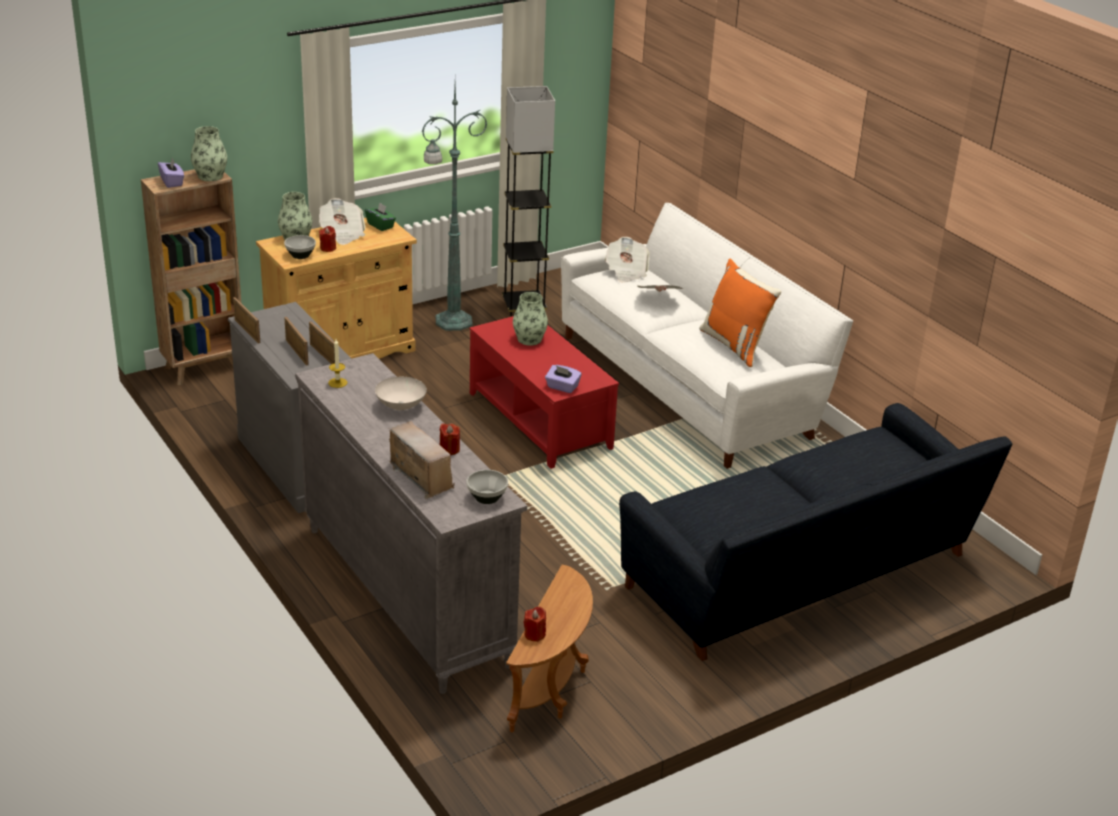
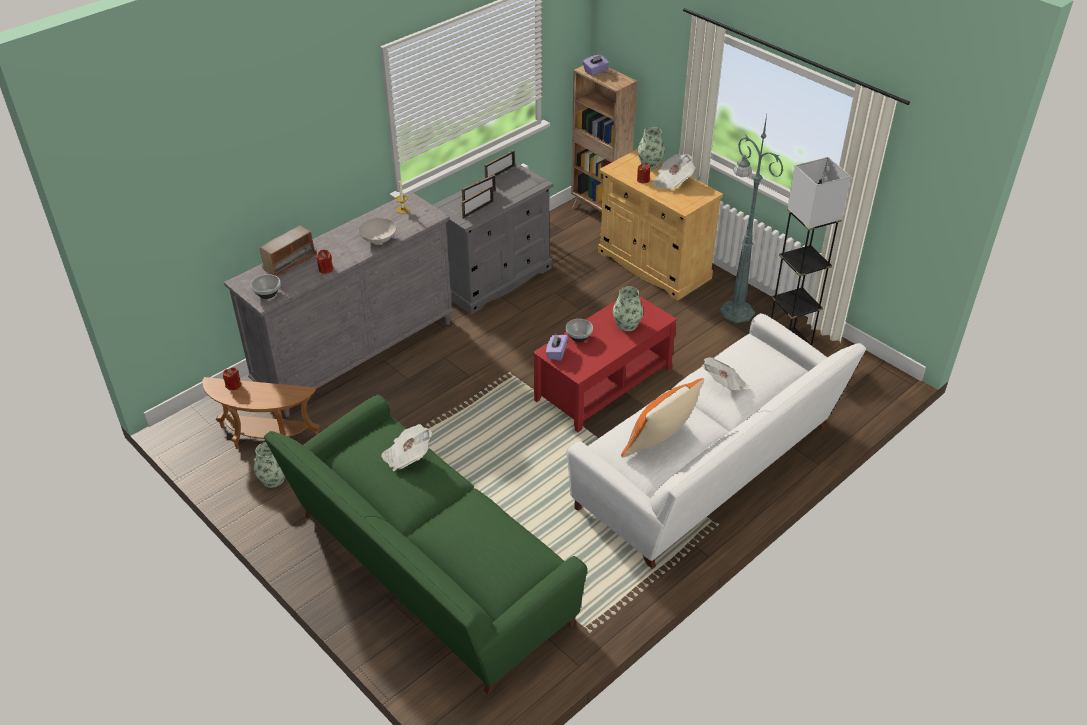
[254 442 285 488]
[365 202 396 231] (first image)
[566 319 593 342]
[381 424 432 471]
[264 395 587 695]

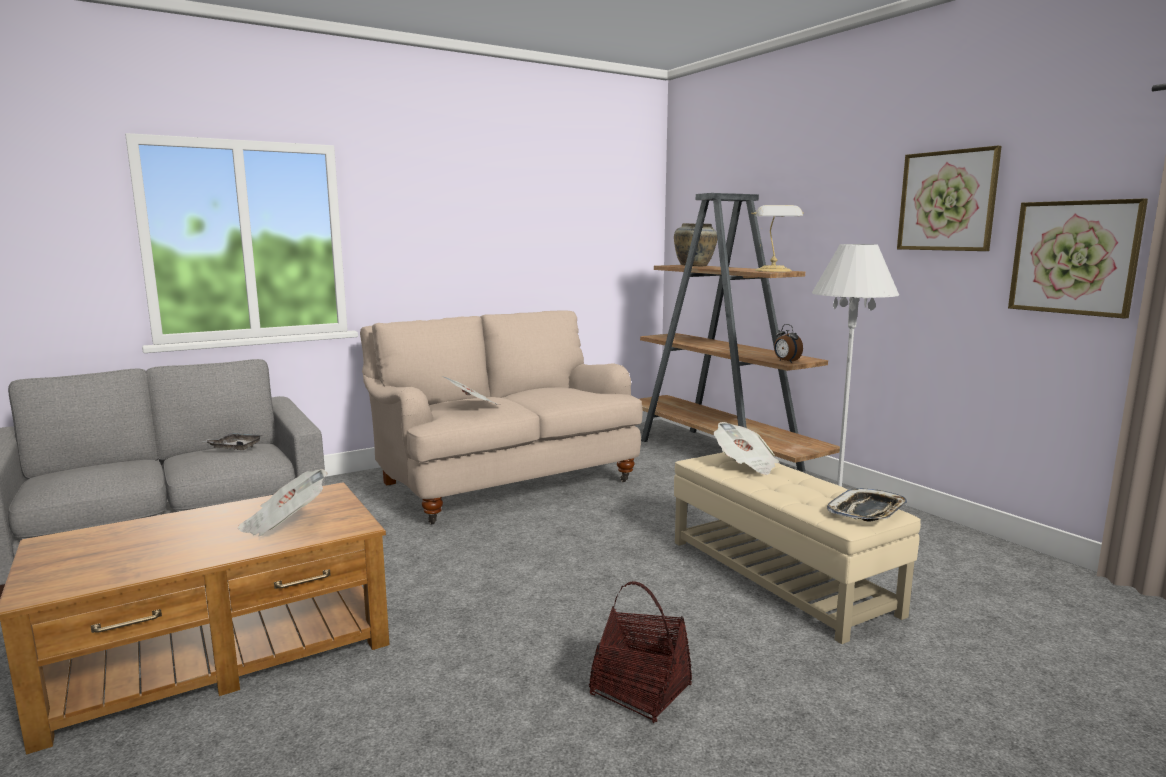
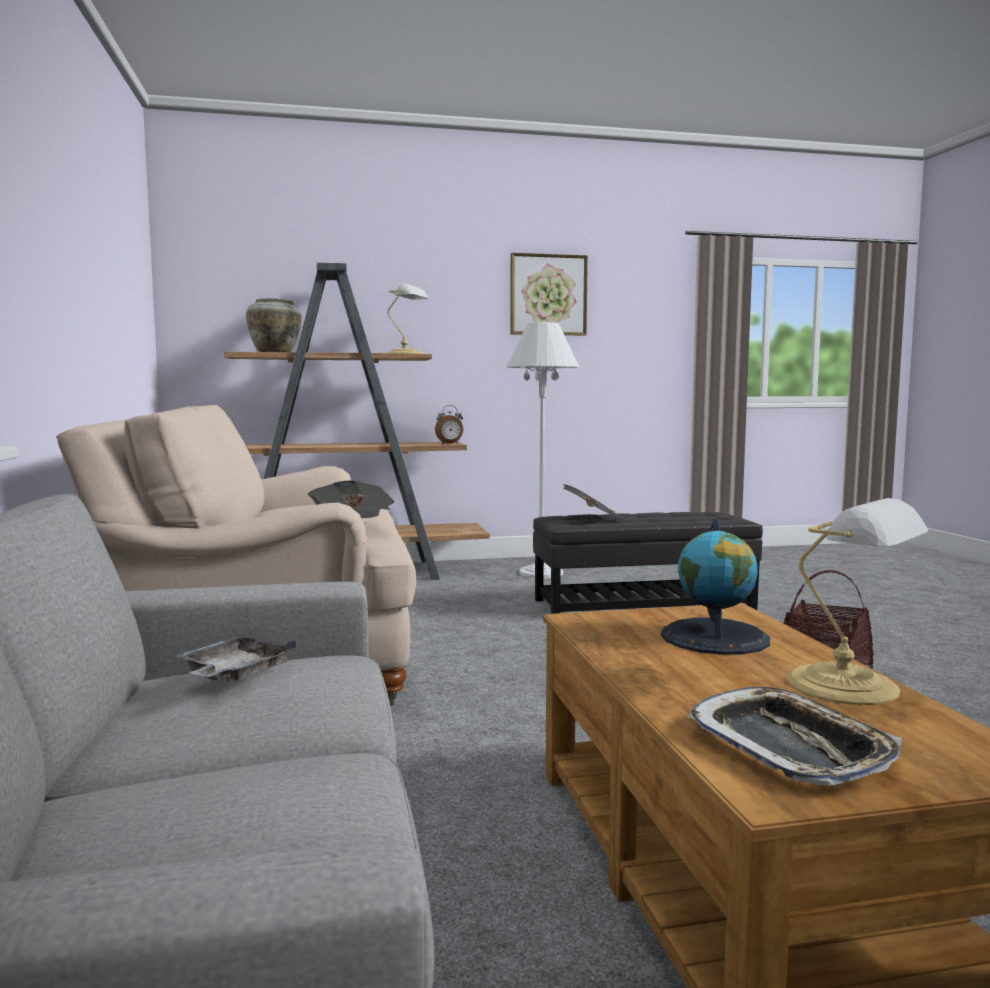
[1008 198 1148 319] (first image)
[533 512 763 614]
[661 518 770 655]
[687 687 901 786]
[787 498 928 705]

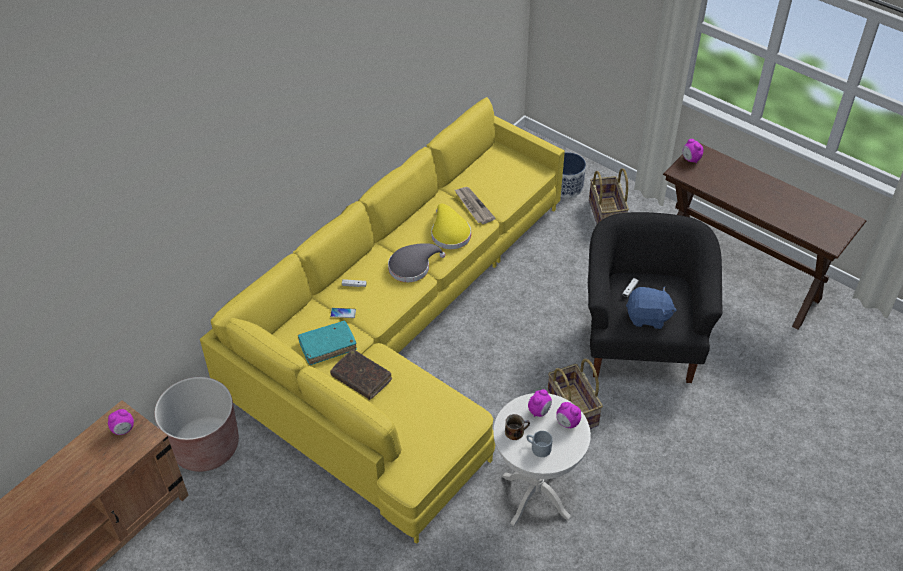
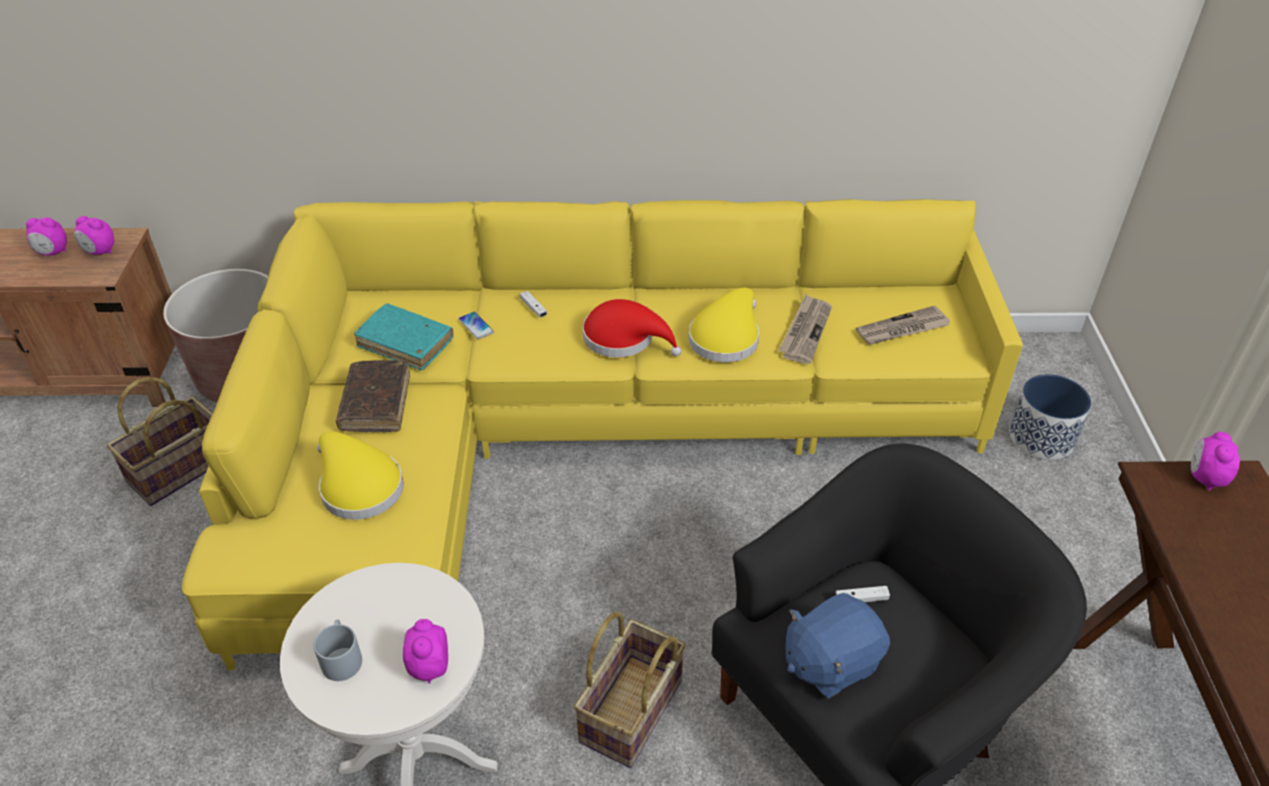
[107 377 213 506]
[583 299 681 358]
[786 593 890 699]
[26 218 67 256]
[505 414 530 440] (first image)
[856 305 950 345]
[317 431 404 520]

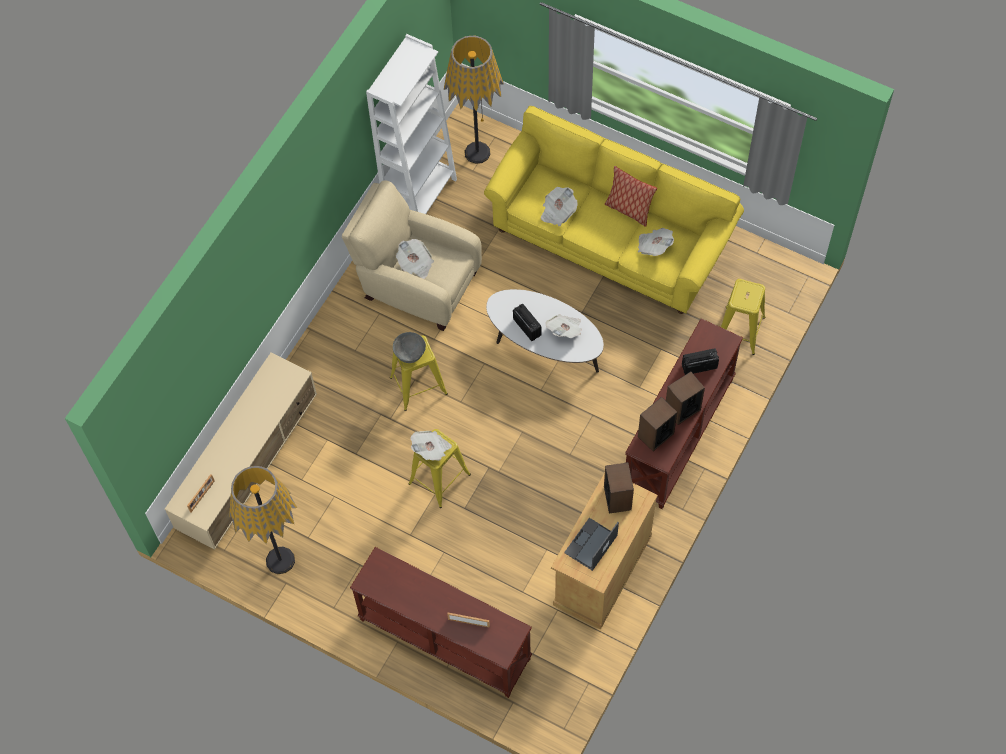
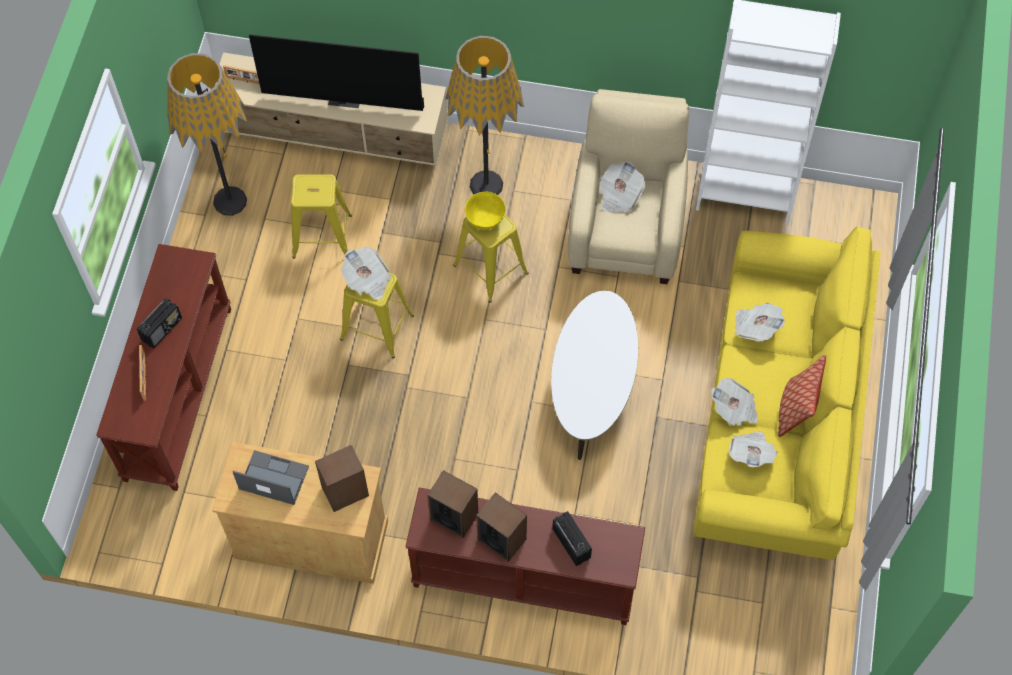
[445 36 524 195]
[291 174 352 258]
[137 298 182 349]
[712 378 758 426]
[465 192 506 230]
[249 34 424 111]

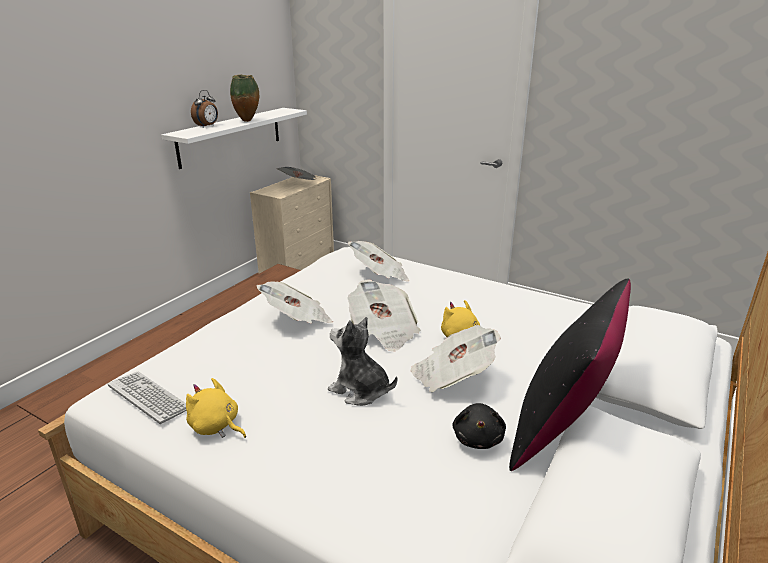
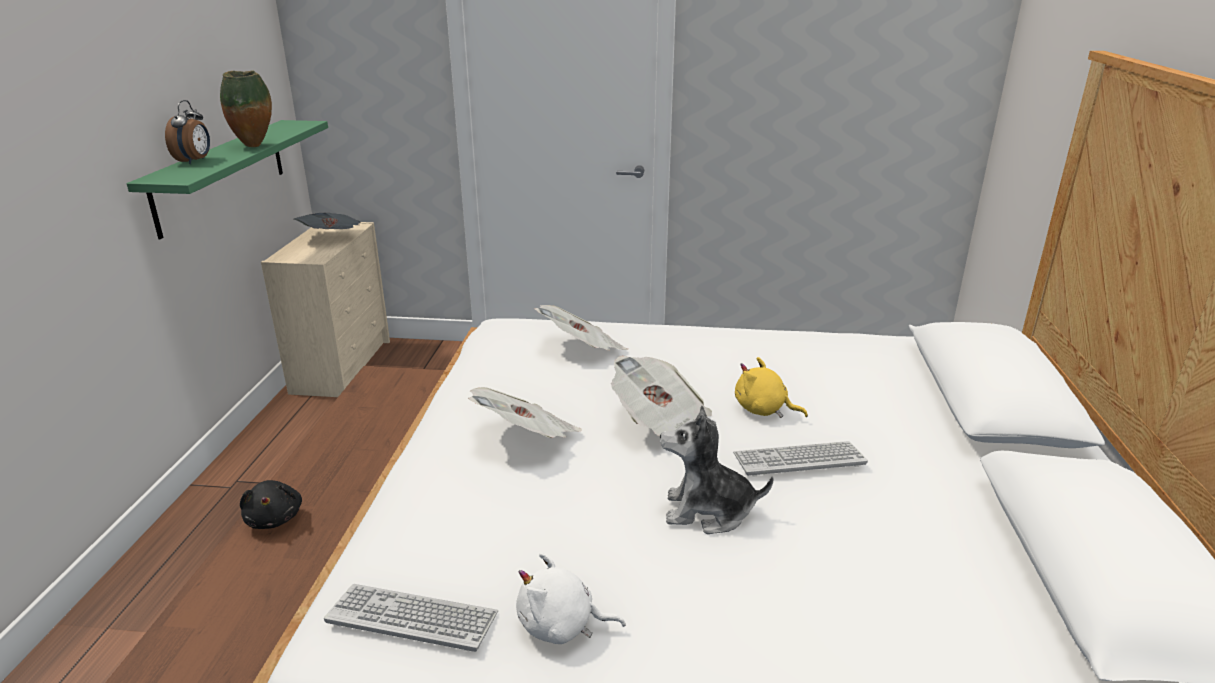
[127 120 328 239]
[509 278 631 471] (first image)
[733 441 868 477]
[516 553 626 644]
[240 480 302 529]

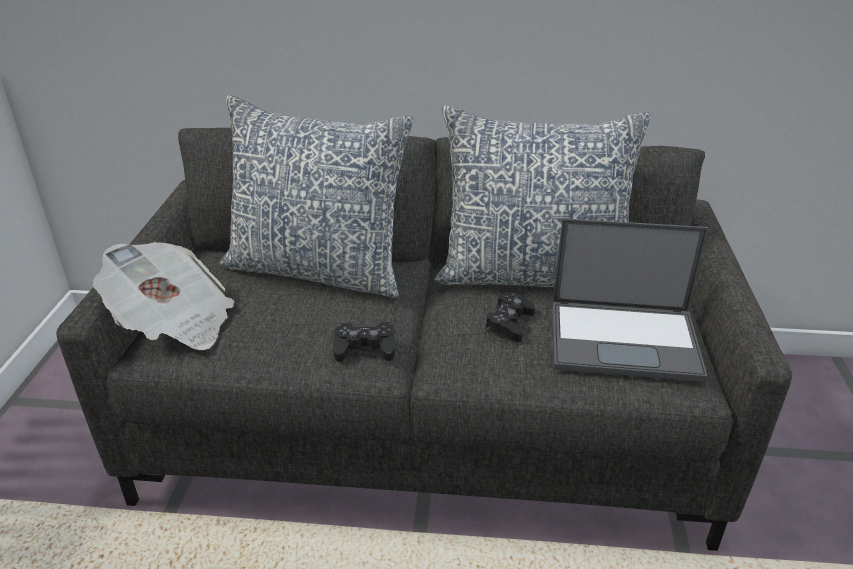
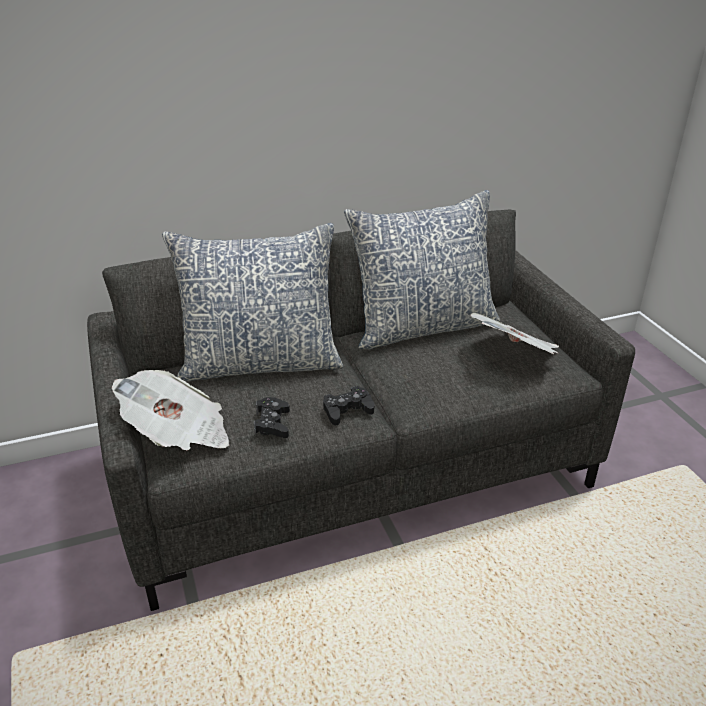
[470 313 559 355]
[254 397 290 438]

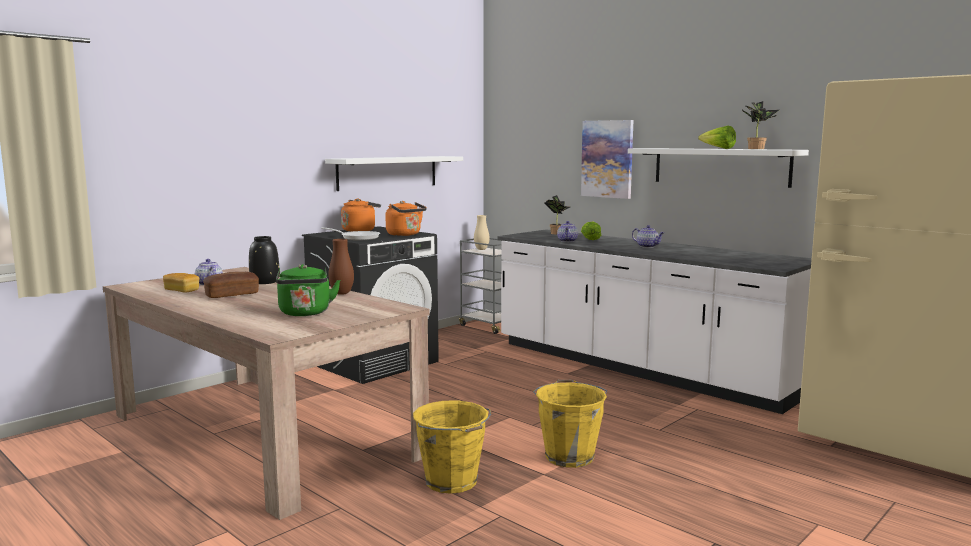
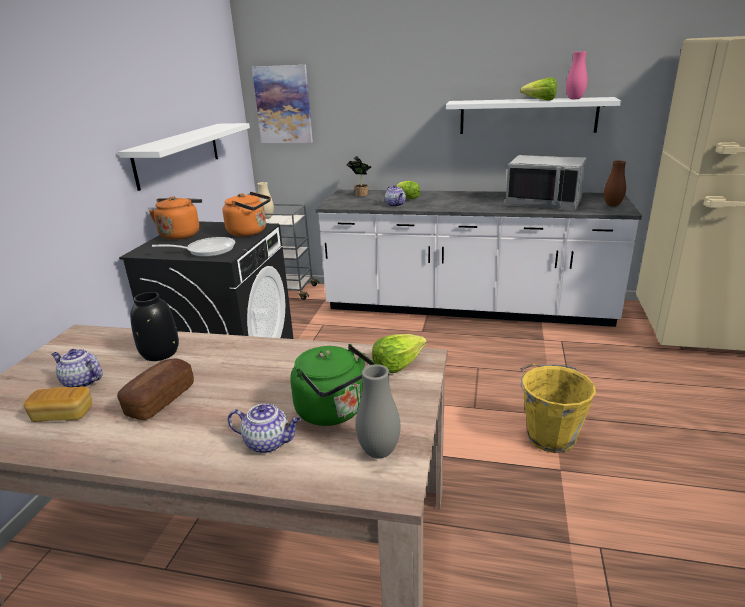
[566 51 588 99]
[252 65 313 143]
[228 403 301 453]
[604 161 626 207]
[413 400 491 494] (first image)
[505 155 586 210]
[372 334 427 373]
[356 364 400 458]

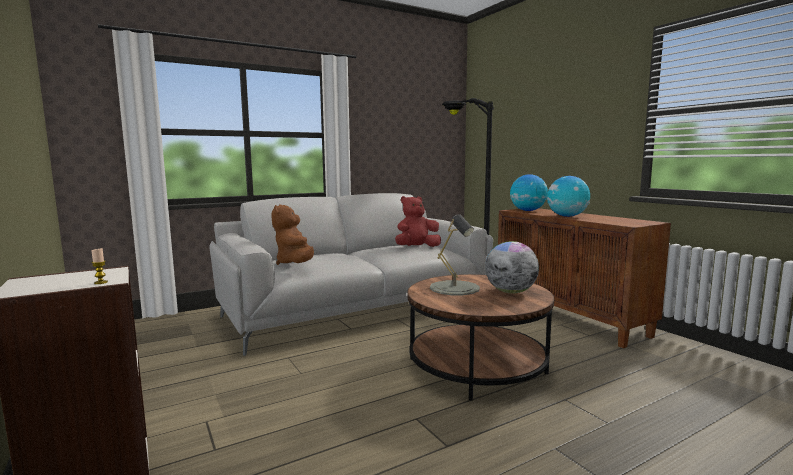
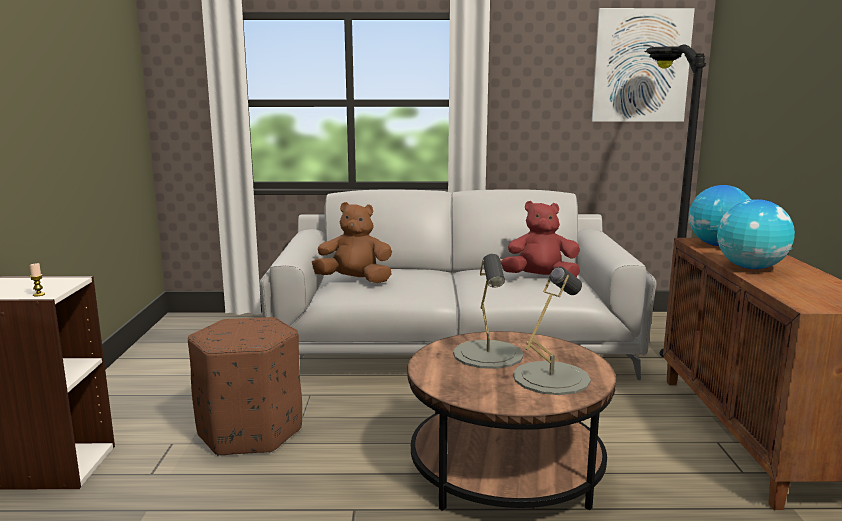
[312 202 392 283]
[513 266 591 395]
[592 8 695 122]
[188 317 302 456]

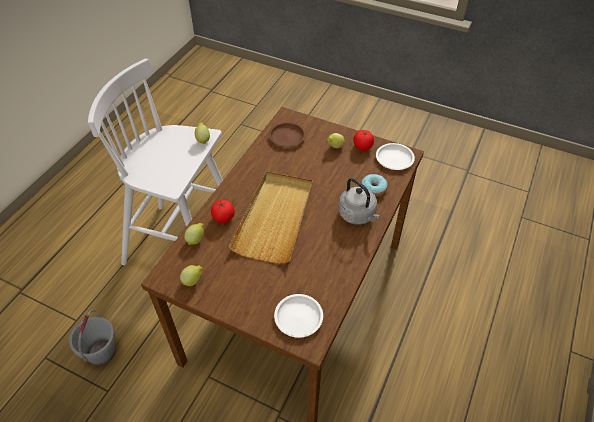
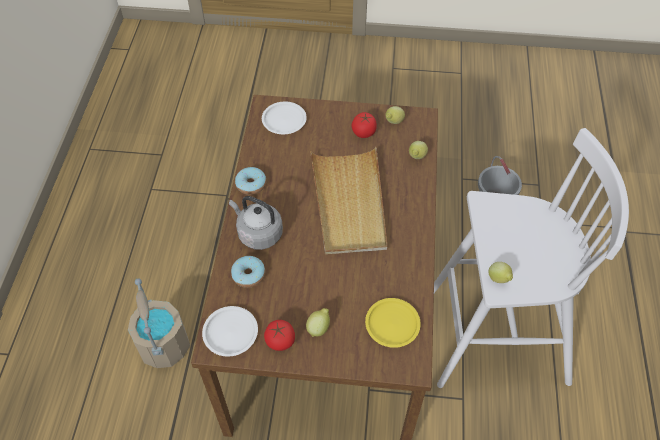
[365 298 421 348]
[352 112 377 138]
[235 167 266 195]
[128 278 190 368]

